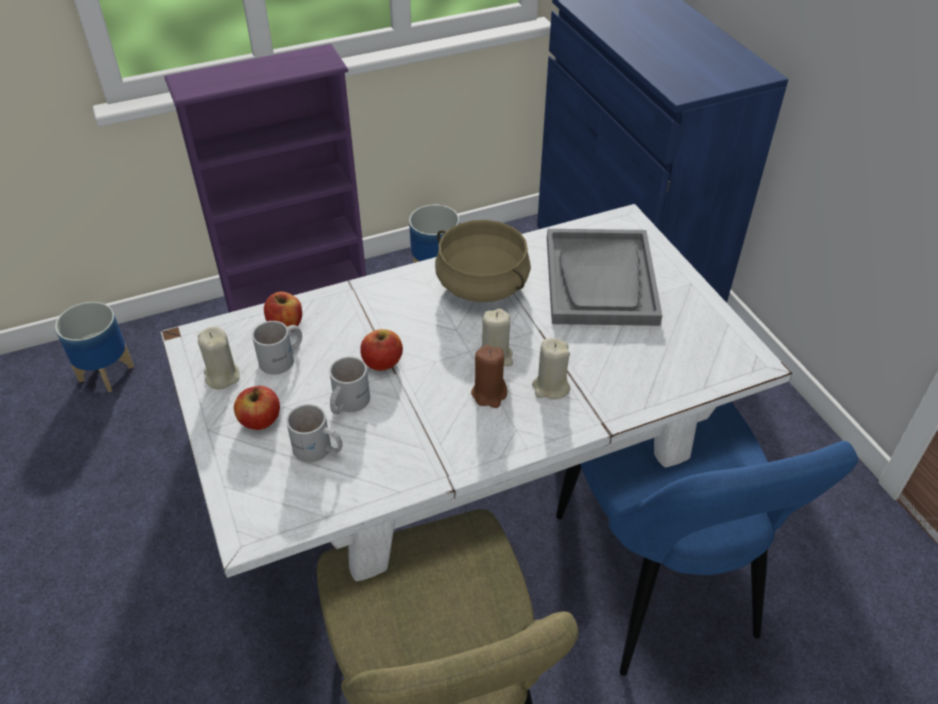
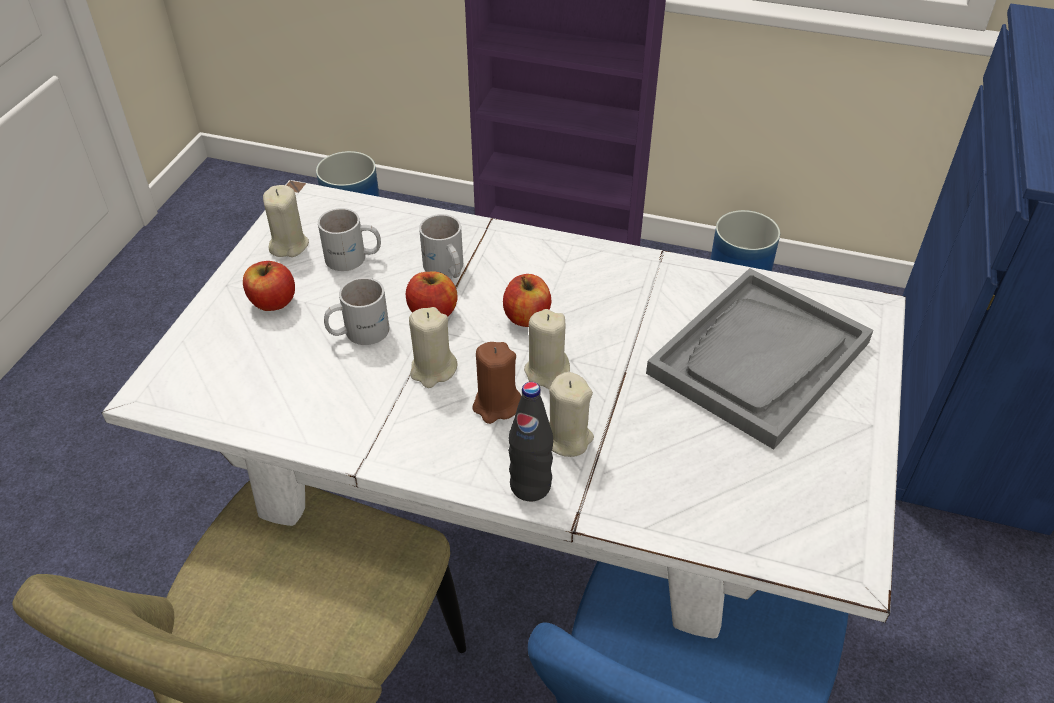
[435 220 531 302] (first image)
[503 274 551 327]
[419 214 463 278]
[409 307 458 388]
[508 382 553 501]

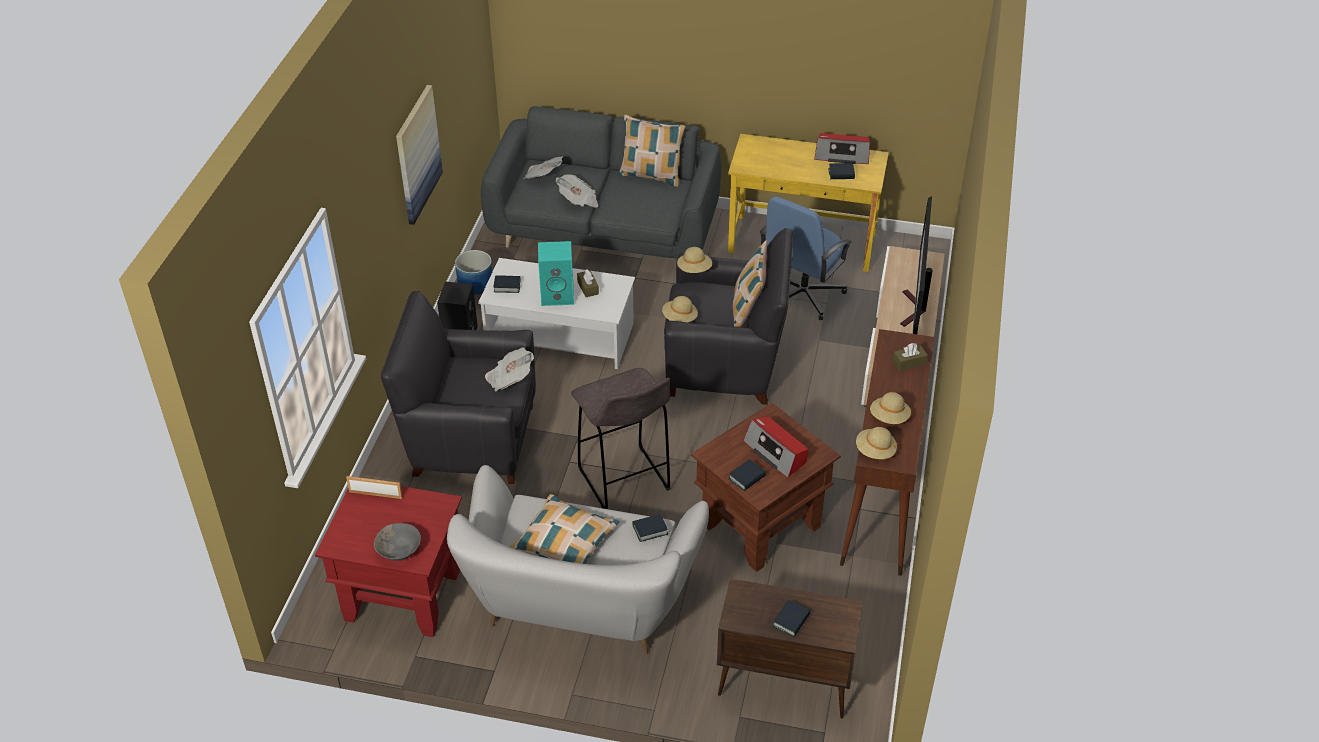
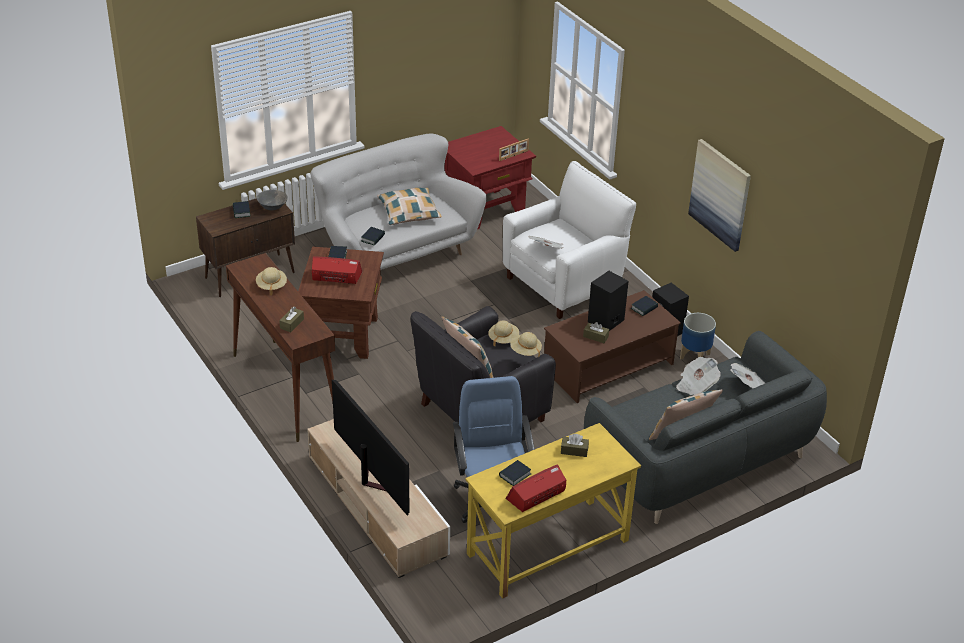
[588 271 629 331]
[544 290 681 403]
[503 161 636 319]
[571 368 670 509] (first image)
[856 427 897 459] (first image)
[257 190 288 210]
[561 434 589 457]

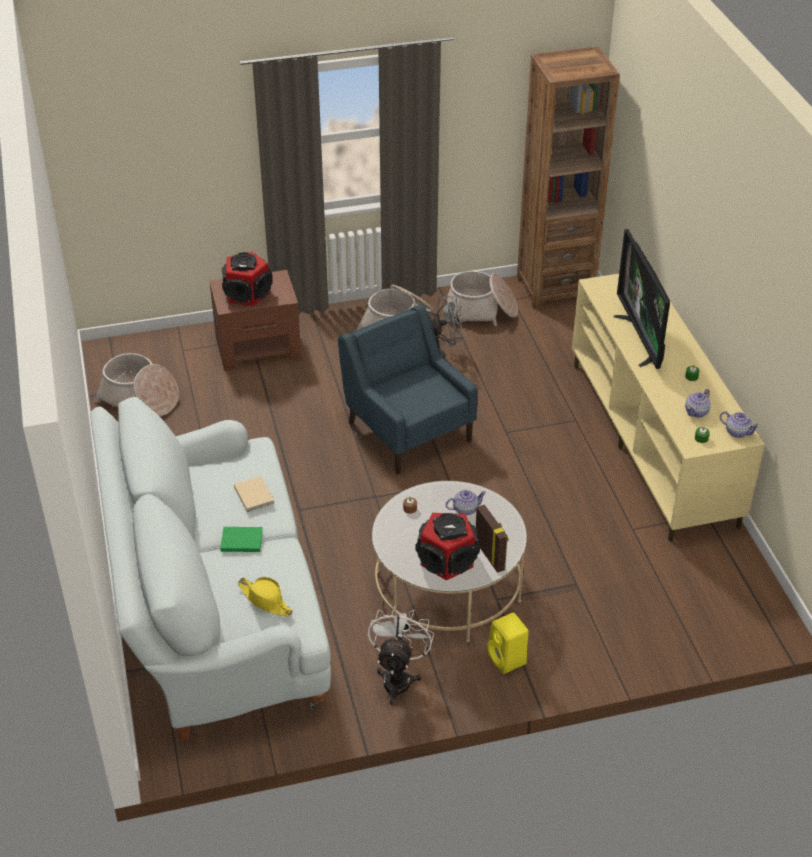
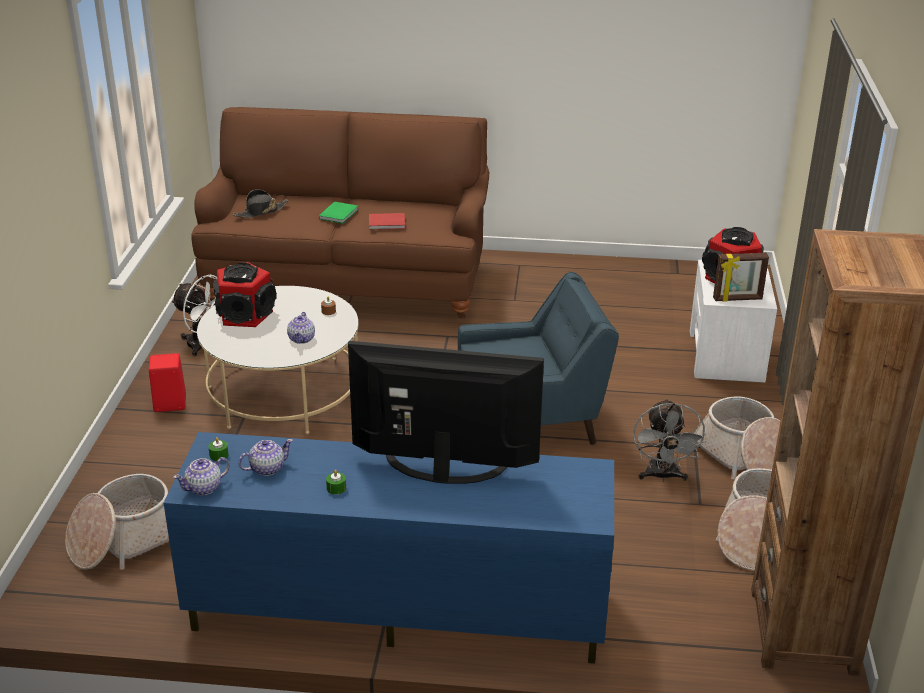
[690 260 777 382]
[164 432 614 664]
[65 474 169 570]
[238 439 293 476]
[191 107 489 318]
[369 213 405 230]
[713 253 769 302]
[232 189 289 218]
[149 353 186 412]

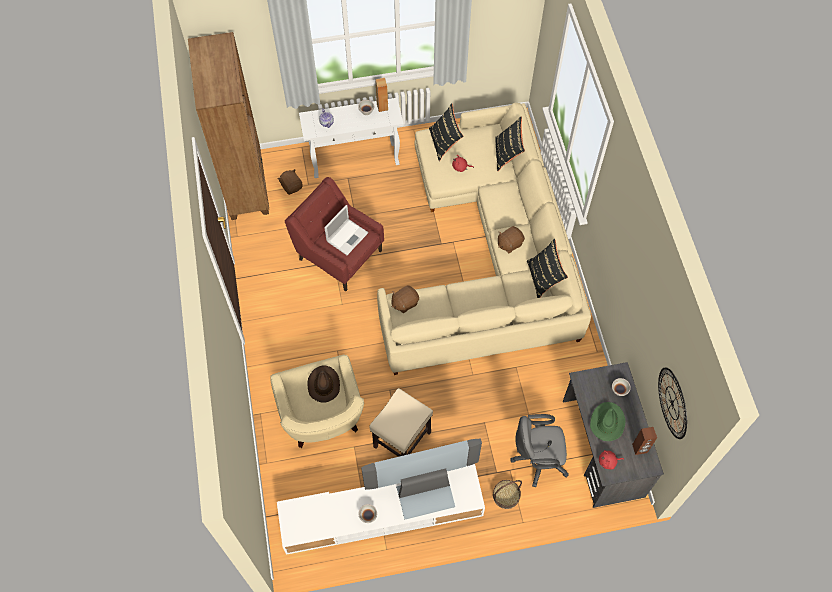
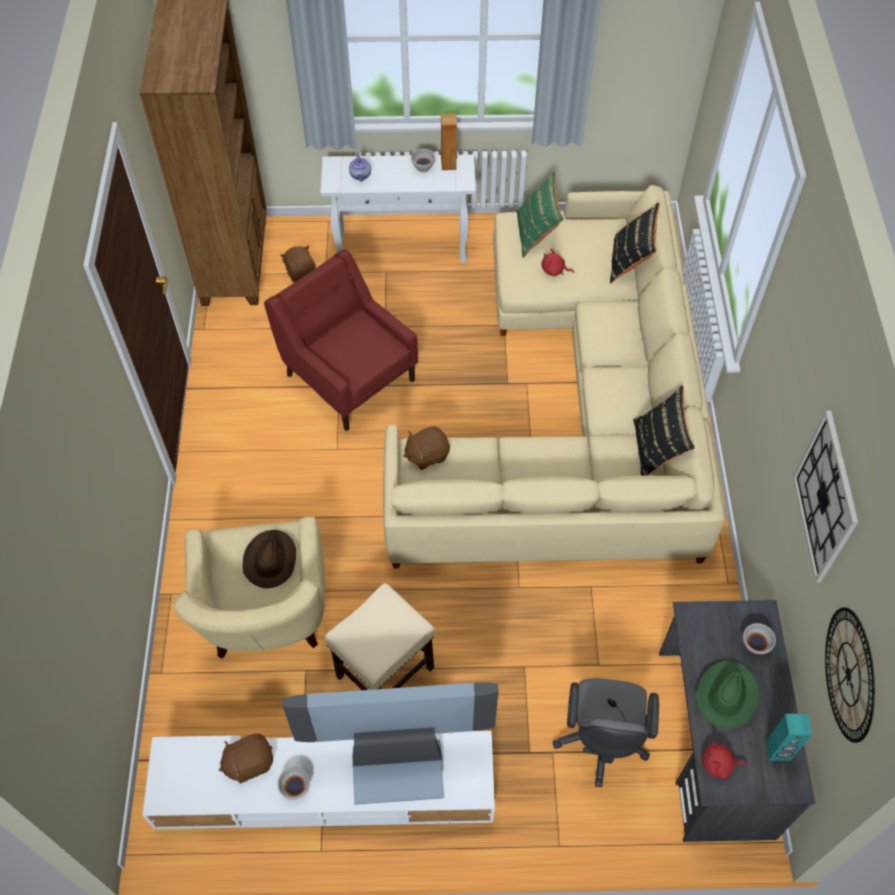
[517 172 564 258]
[324 205 369 255] (first image)
[219 733 273 784]
[553 678 659 787]
[766 714 812 761]
[493 480 522 509] (first image)
[793 410 859 582]

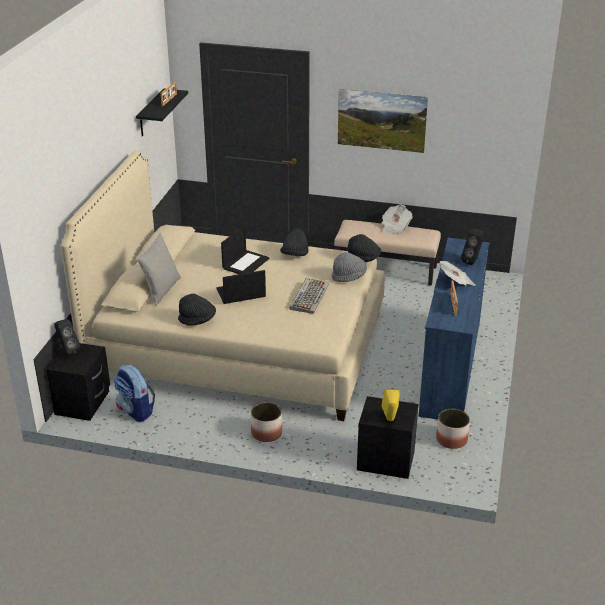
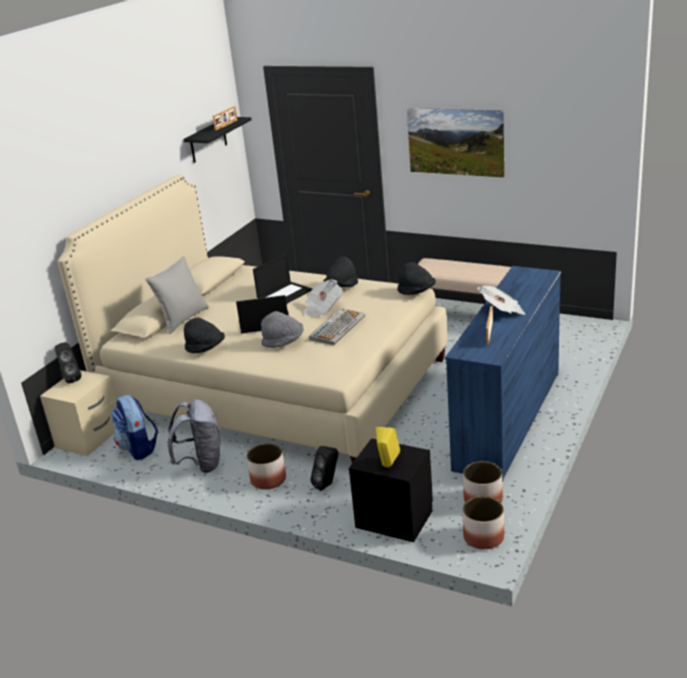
[303 279 342 316]
[310 446 338 491]
[261 311 304 348]
[40 370 117 456]
[168 399 221 473]
[463 496 504 549]

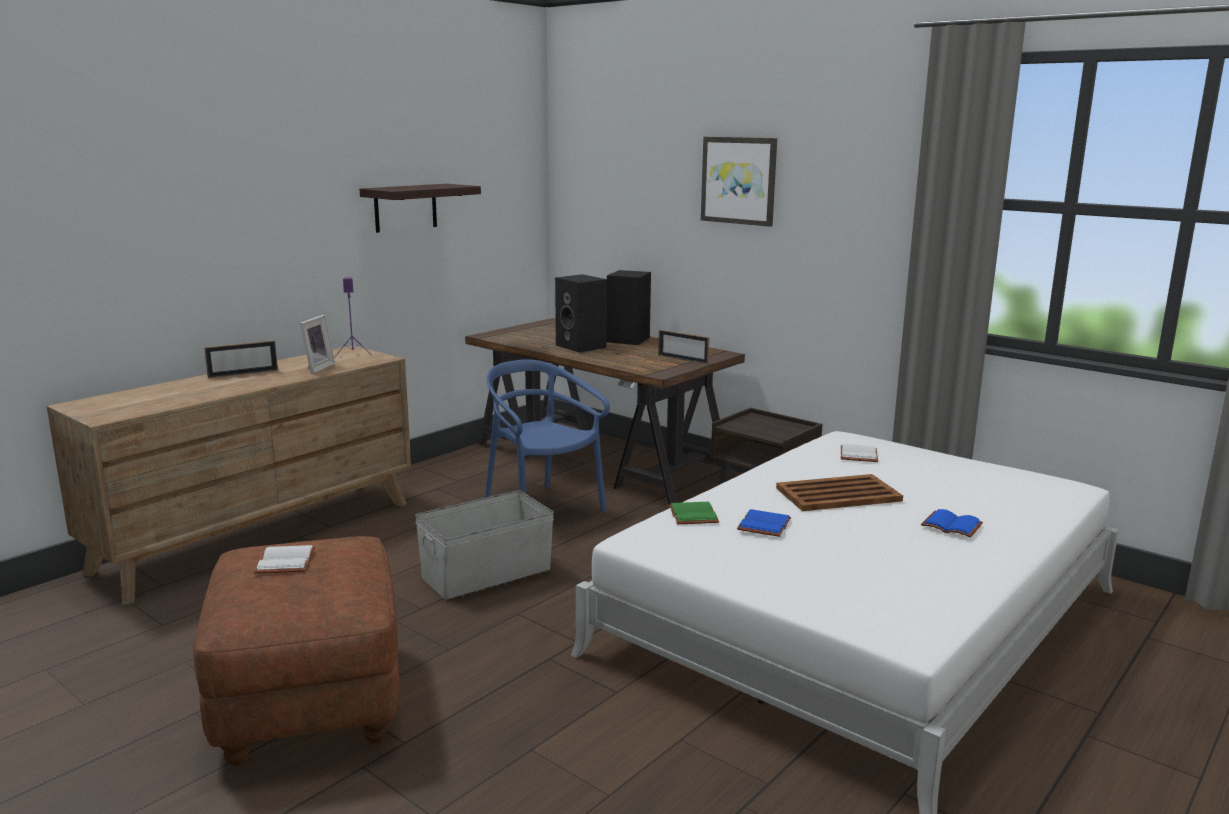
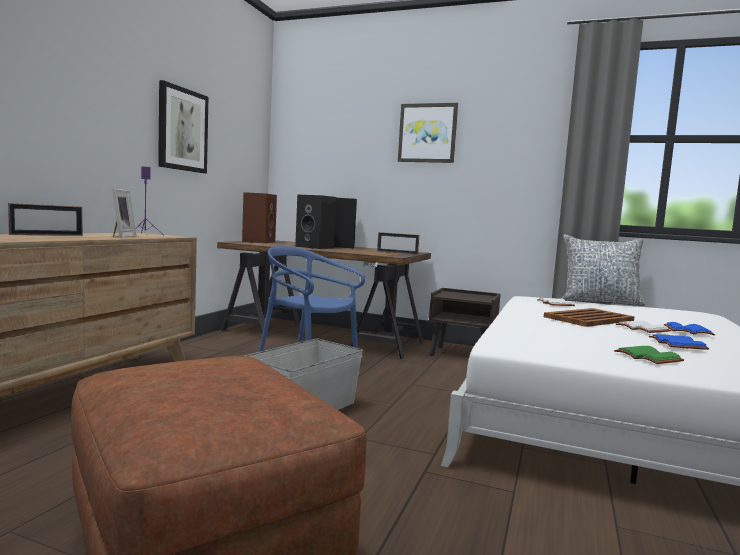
[158 80 208 173]
[614 346 684 364]
[649 334 709 350]
[616 321 671 333]
[242 192 277 243]
[561 234 645 306]

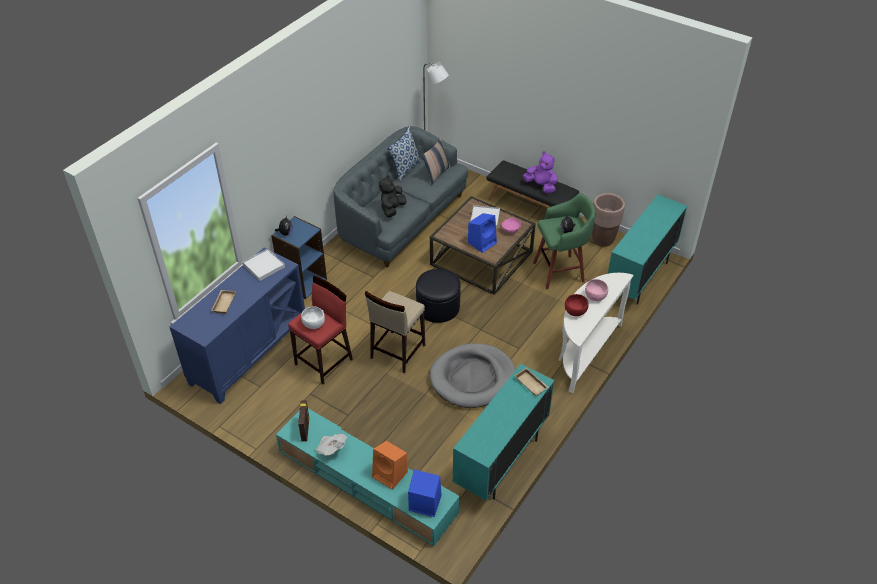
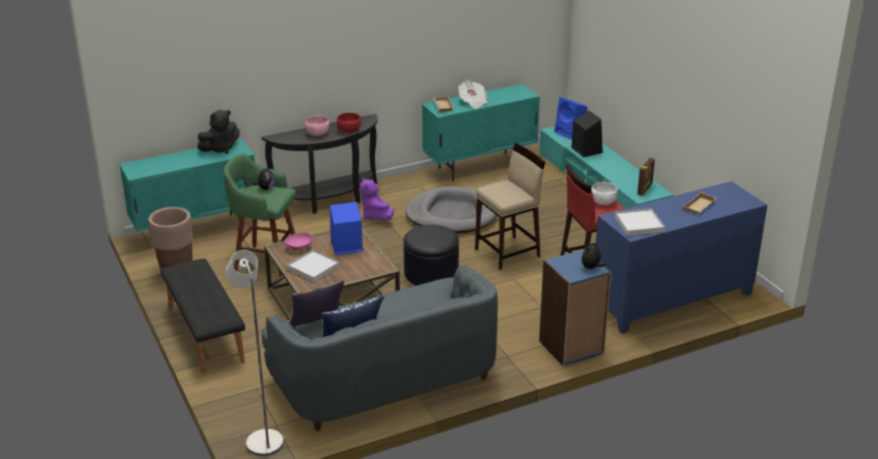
[360 178 394 221]
[197 110 240 154]
[261 114 378 214]
[459 80 488 109]
[572 111 603 157]

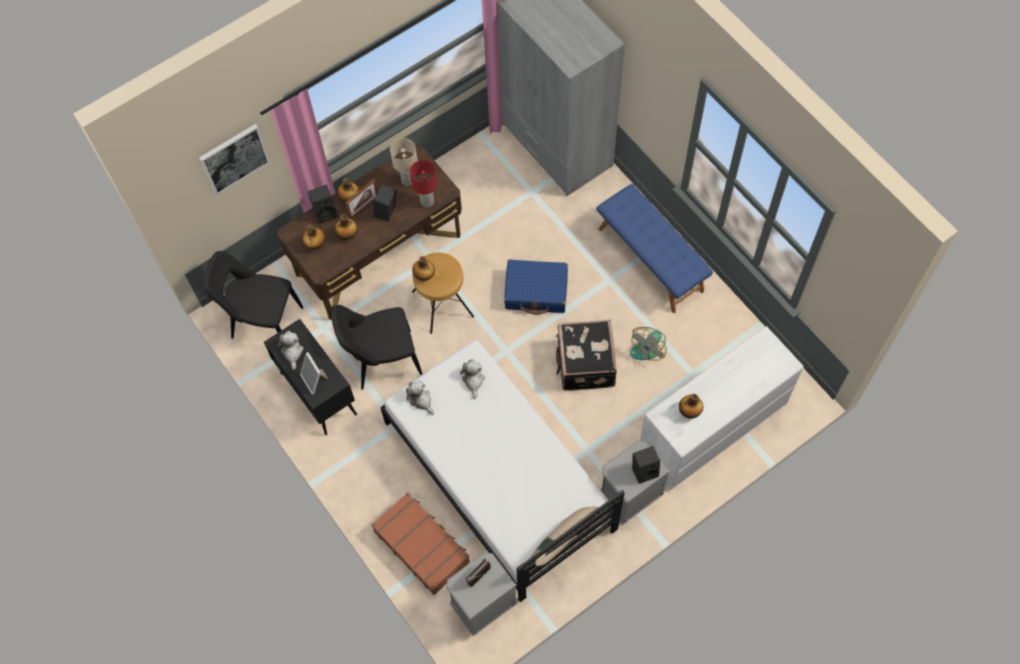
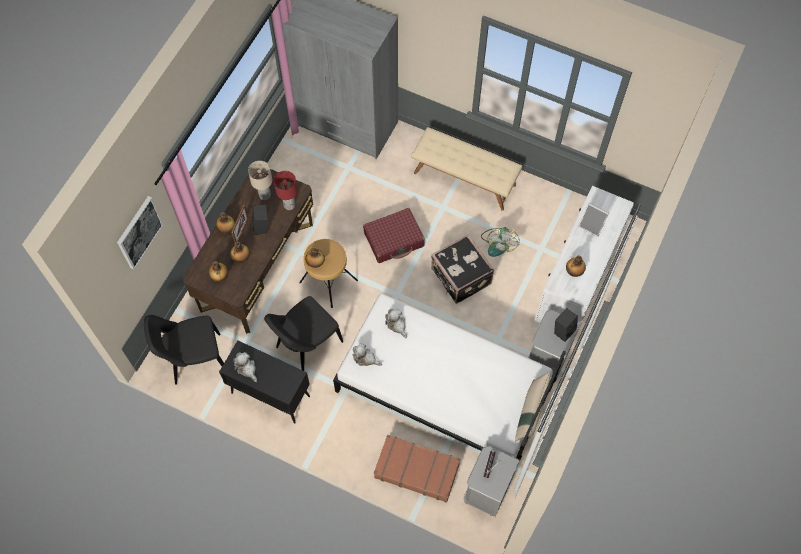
[308 184 337 224] (first image)
[411 127 522 211]
[363 208 425 263]
[579 203 609 237]

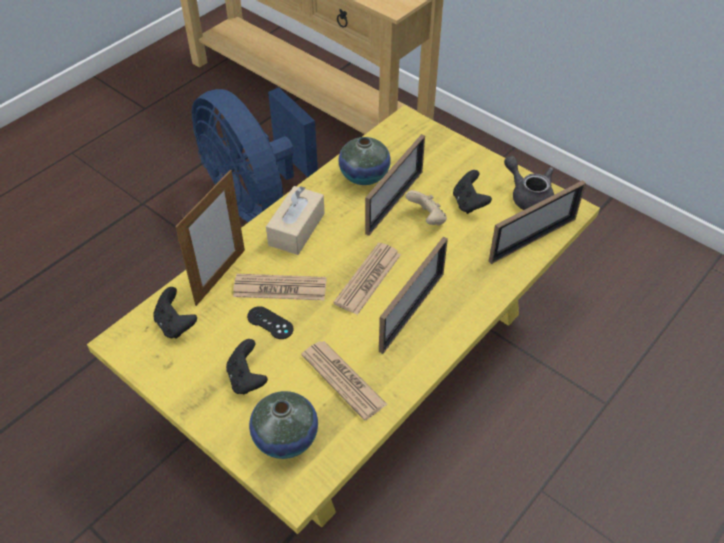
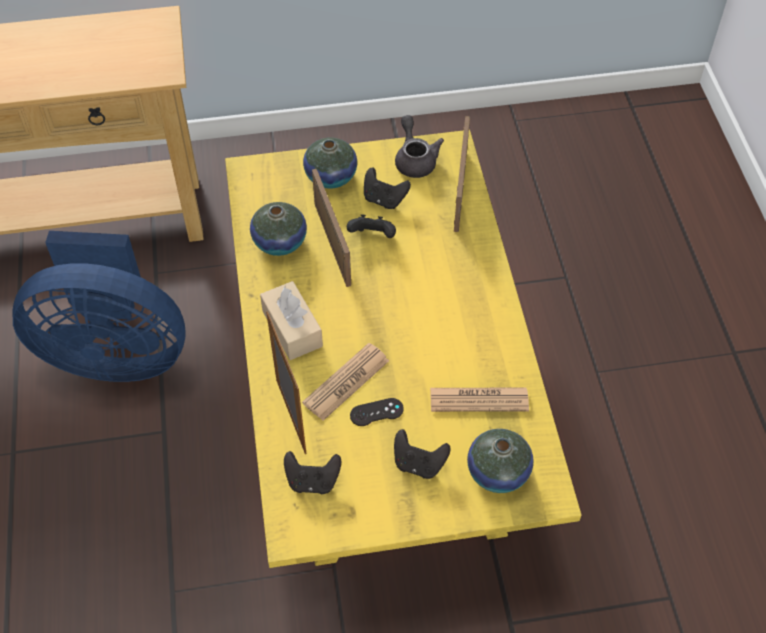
[395 115 444 178]
[347 214 396 238]
[379 237 448 354] (first image)
[333 242 401 315] (first image)
[303 138 357 189]

